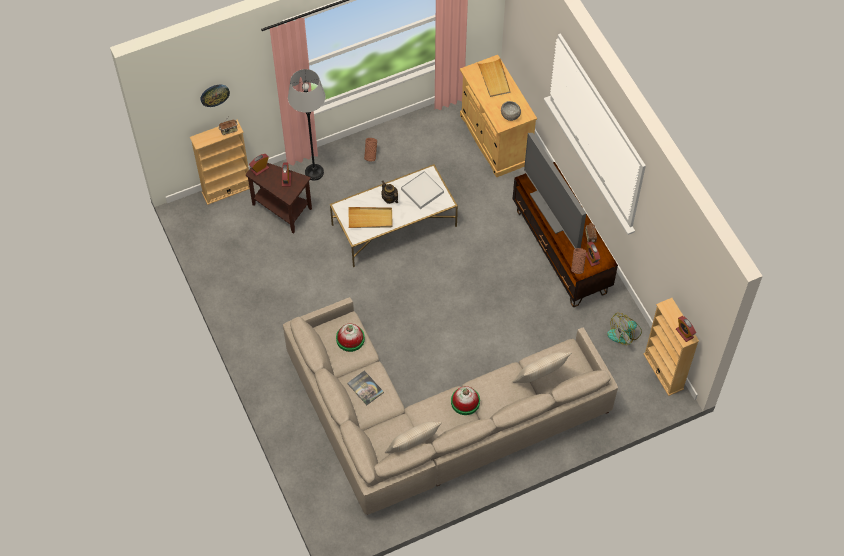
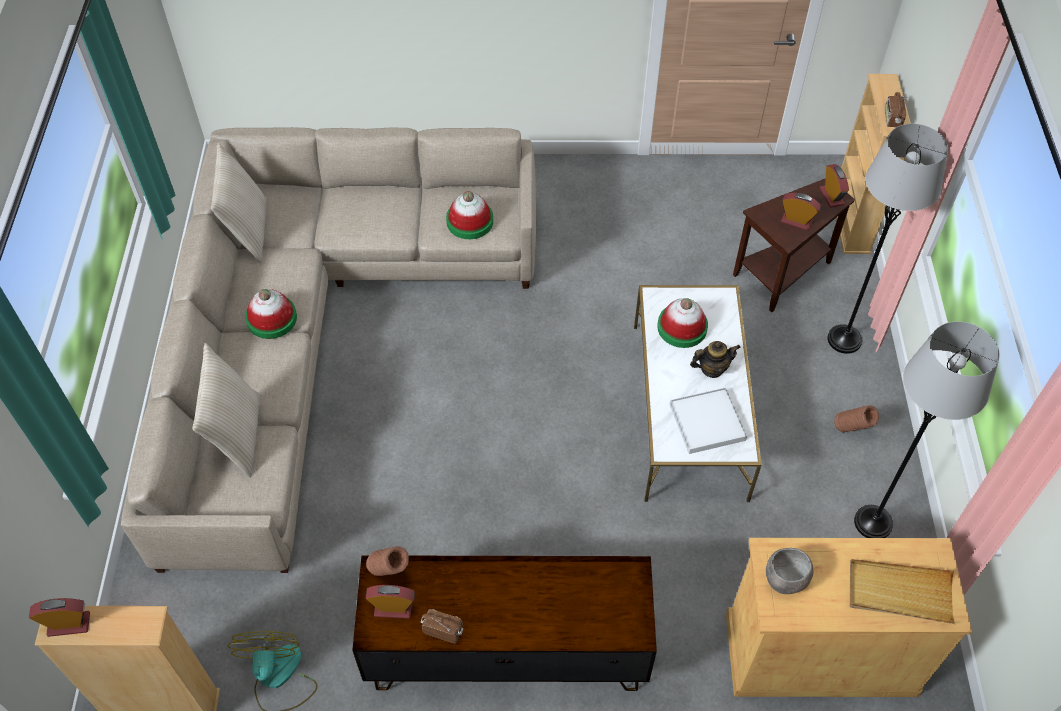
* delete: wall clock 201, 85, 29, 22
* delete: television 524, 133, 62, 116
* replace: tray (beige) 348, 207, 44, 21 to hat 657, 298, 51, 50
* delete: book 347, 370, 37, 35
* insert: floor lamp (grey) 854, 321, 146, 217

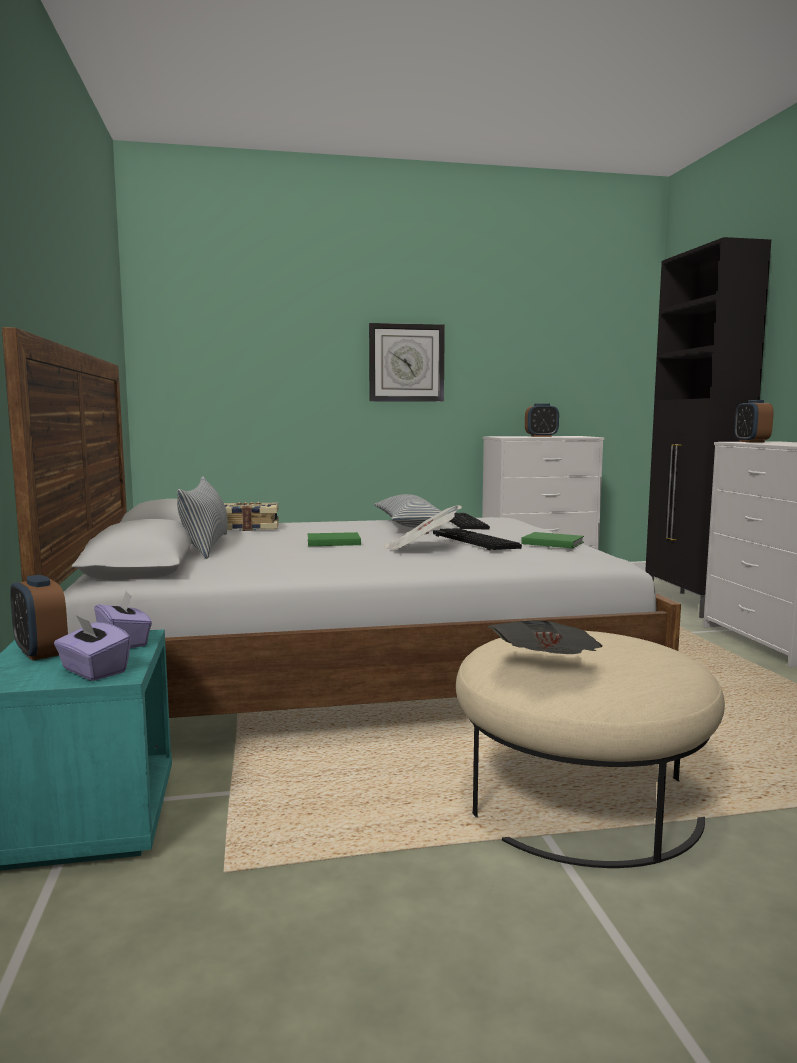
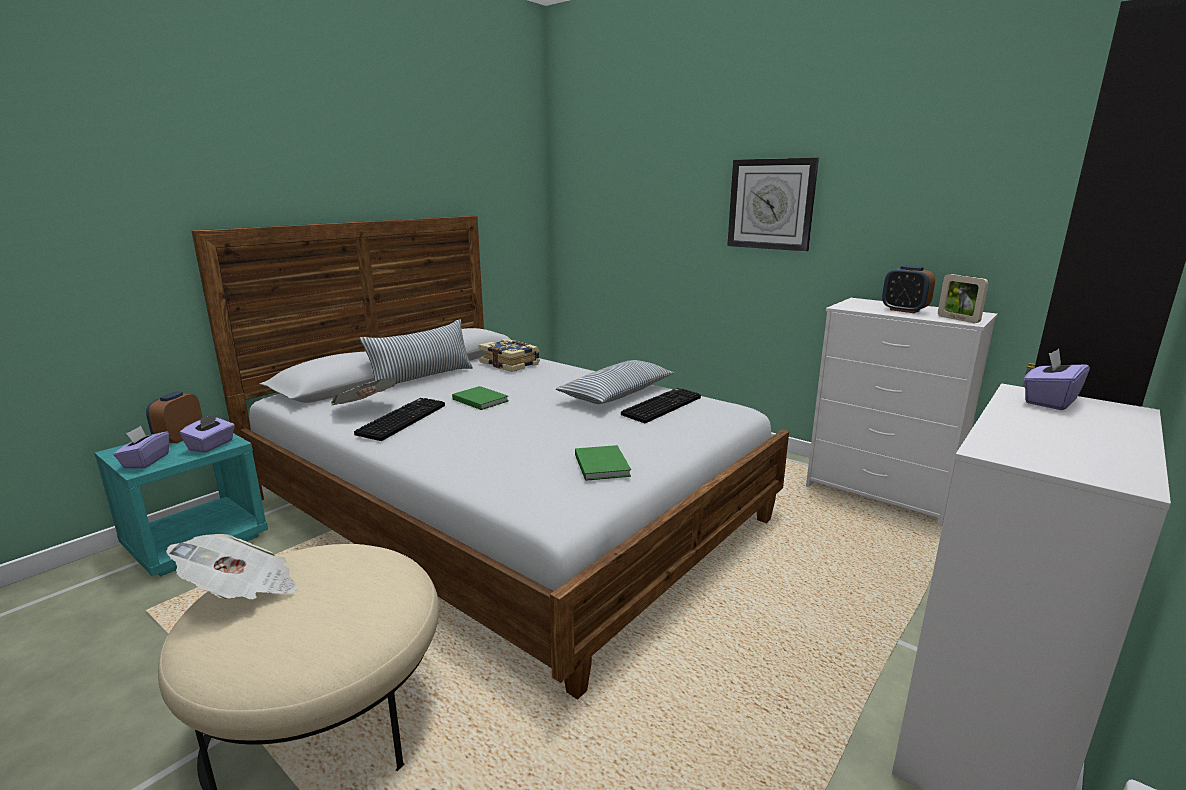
* replace: alarm clock 734, 400, 40, 42 to tissue box (purple) 1024, 349, 66, 61
* move: newspaper 384, 505, 78, 45 to 331, 378, 65, 27
* move: keyboard 433, 528, 89, 22 to 354, 398, 91, 43
* insert: picture frame 938, 274, 51, 49

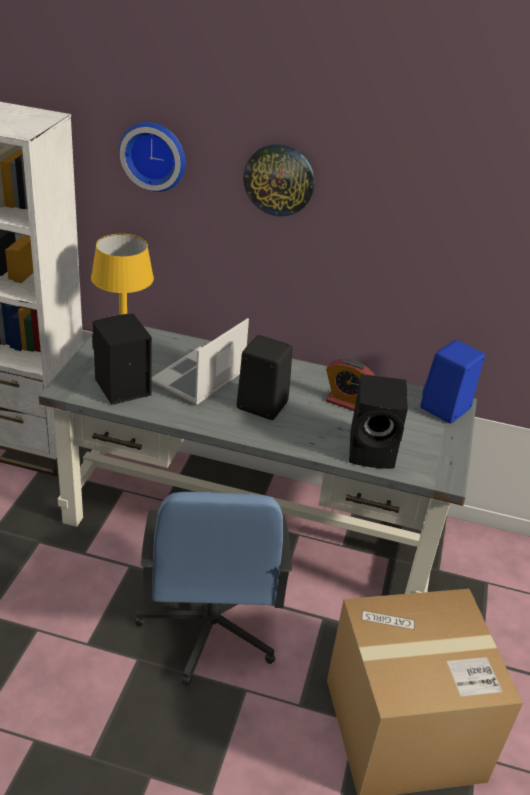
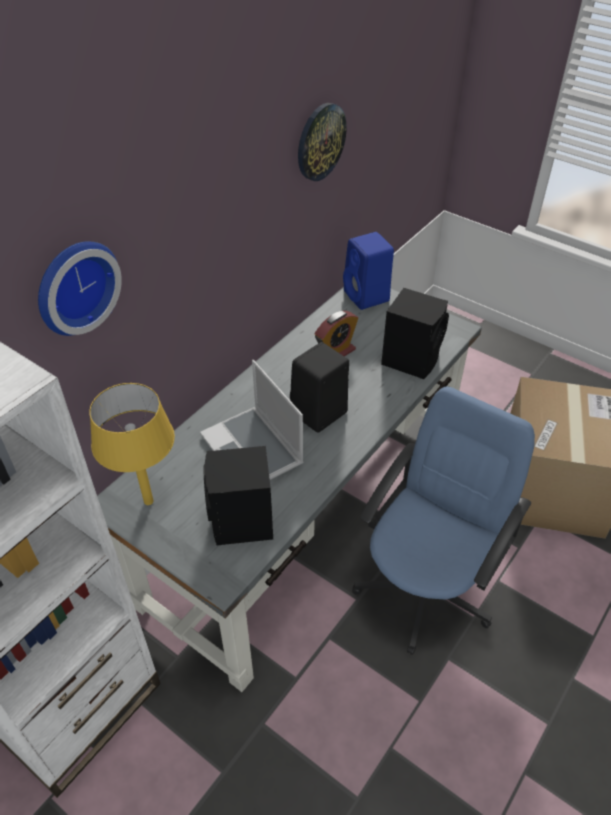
* move: wall clock 243, 144, 72, 72 to 298, 103, 49, 78
* rotate: office chair (blue) 135, 492, 157, 194 = 352, 386, 183, 269 75 degrees counterclockwise

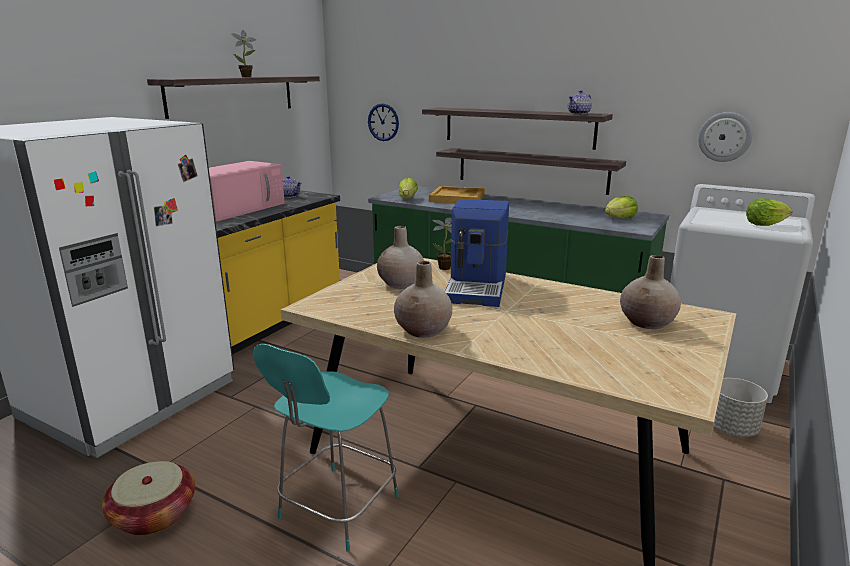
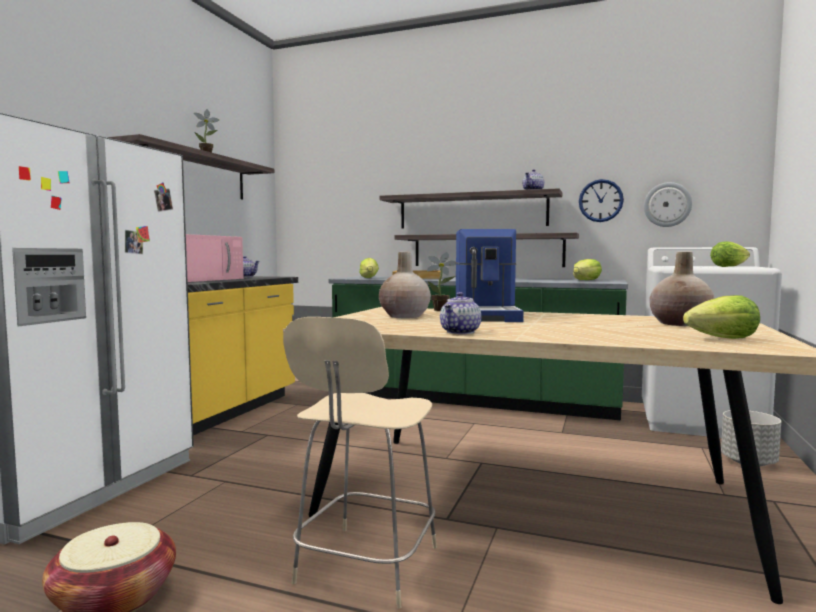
* move: wall clock 368, 104, 31, 37 to 579, 179, 45, 43
* replace: vase (beige) 394, 261, 59, 77 to teapot 440, 292, 41, 42
* recolor: chair (turquoise) 253, 344, 146, 208 to chair (beige) 283, 317, 154, 292
* insert: lettuce 683, 295, 77, 44

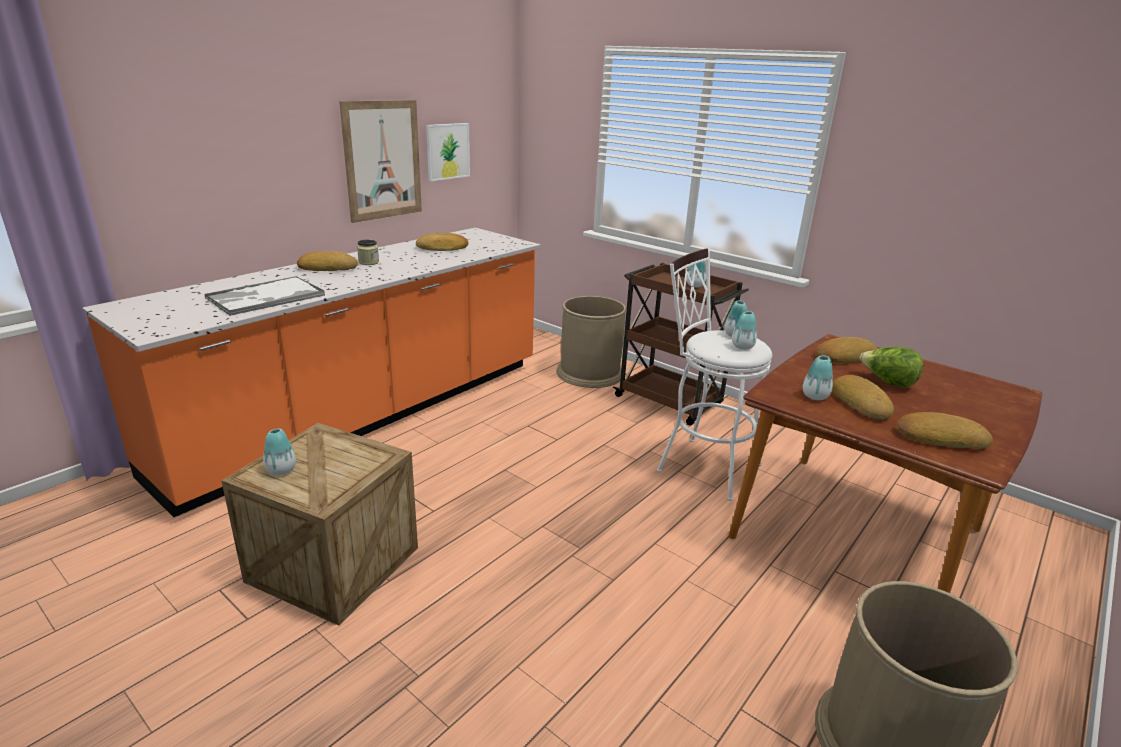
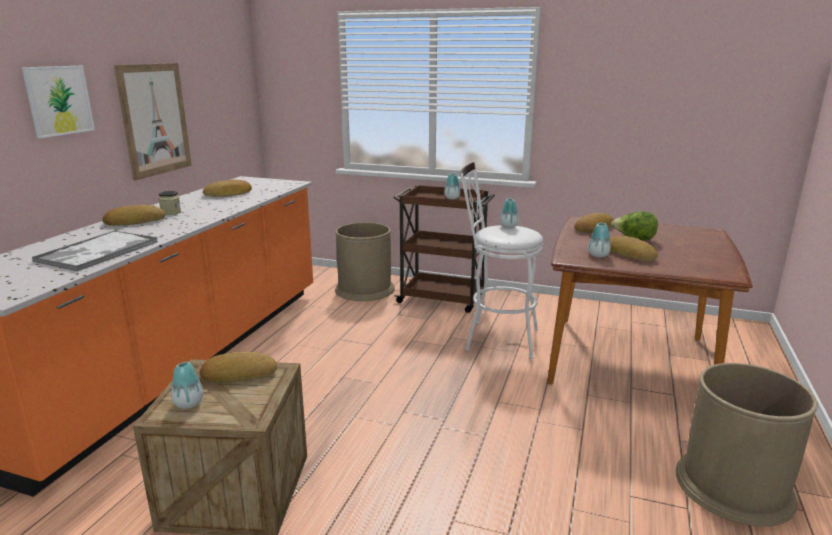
* move: picture 426, 123, 44, 58 to 22, 66, 73, 72
* delete: vase 732, 311, 25, 39
* move: bread 897, 412, 96, 37 to 199, 352, 78, 31

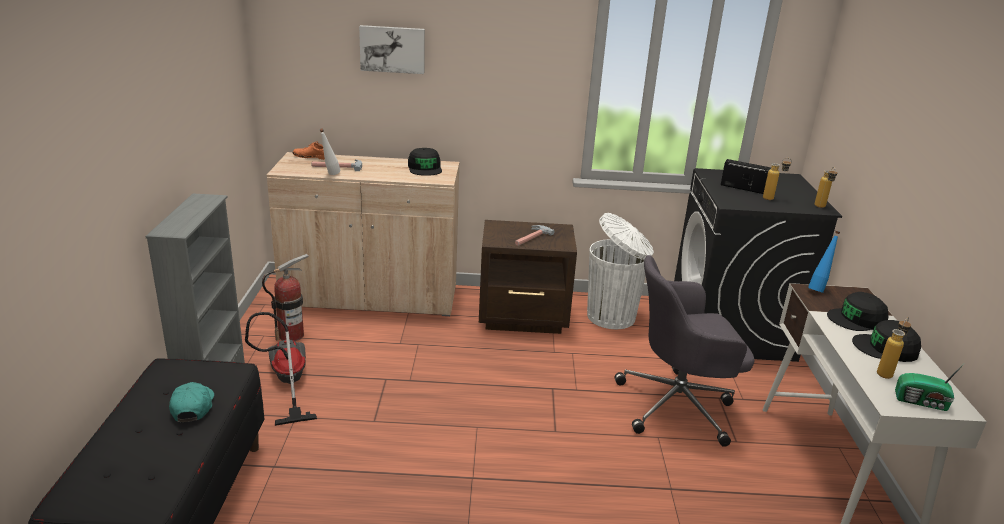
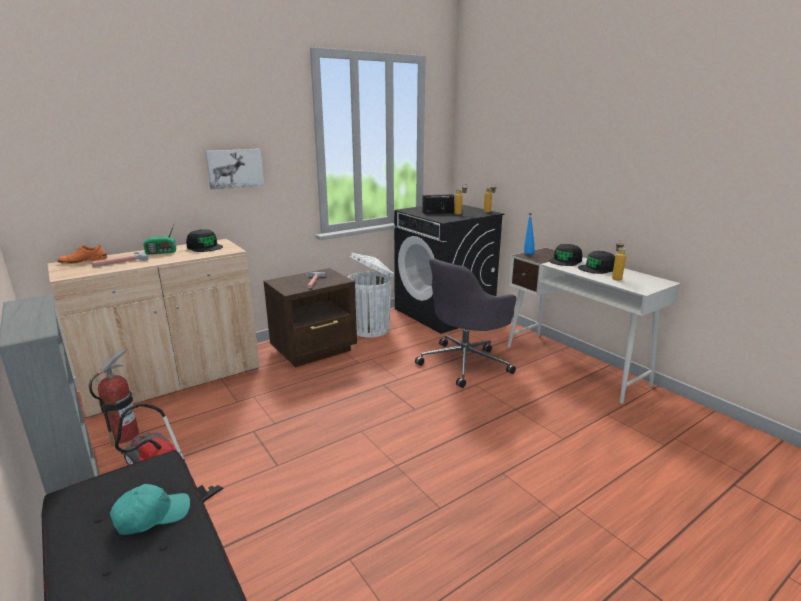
* move: picture 359, 25, 66, 49 to 205, 149, 59, 41
* delete: bottle (white) 320, 128, 20, 47
* move: radio 895, 363, 70, 48 to 143, 223, 33, 32
* rotate: cap (turquoise) 169, 382, 45, 40 = 110, 484, 80, 51 105 degrees clockwise

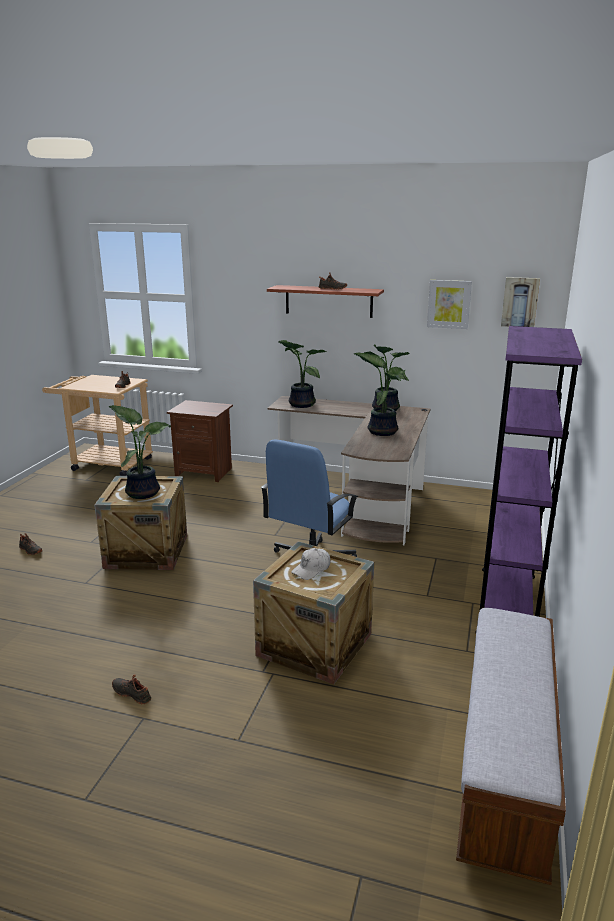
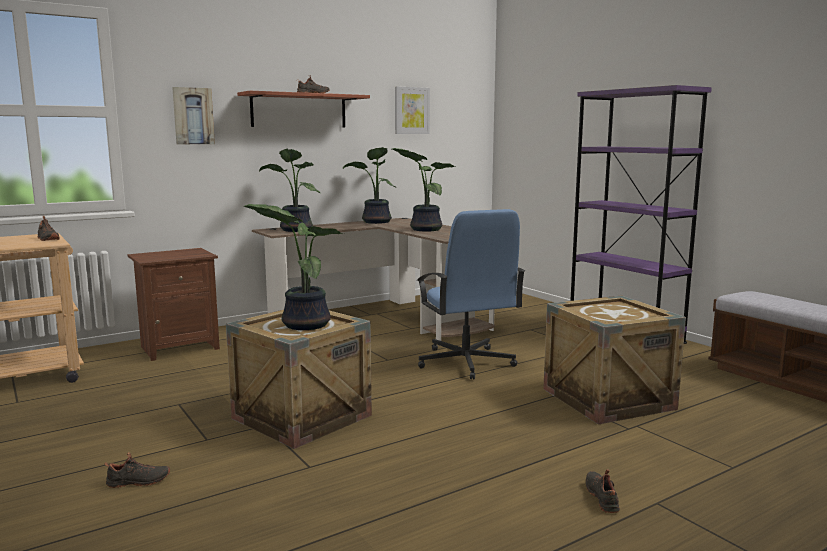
* move: picture 501, 277, 39, 50 to 172, 87, 43, 57
* delete: cap (white) 291, 548, 40, 32
* rotate: shoe (black) 112, 674, 39, 30 = 586, 469, 34, 44 105 degrees clockwise

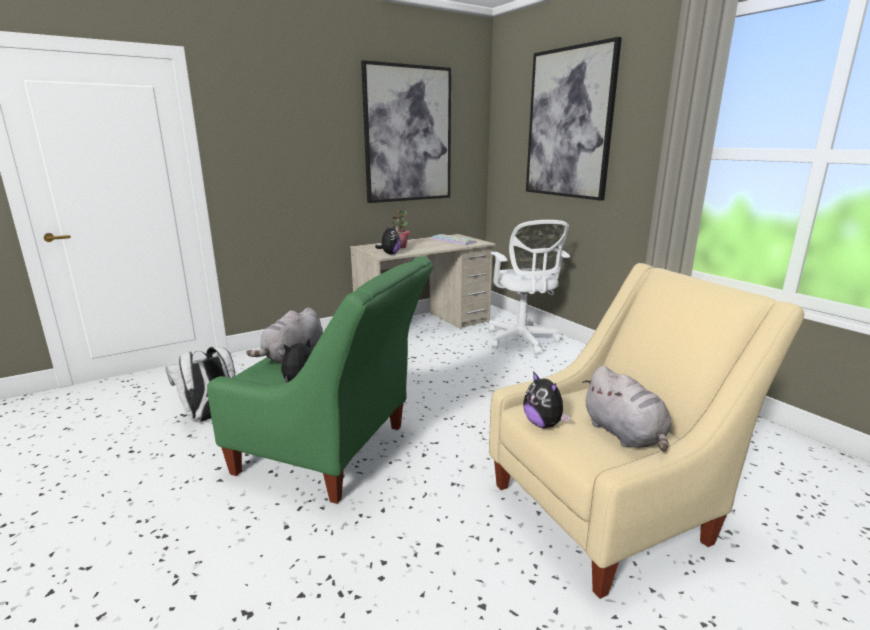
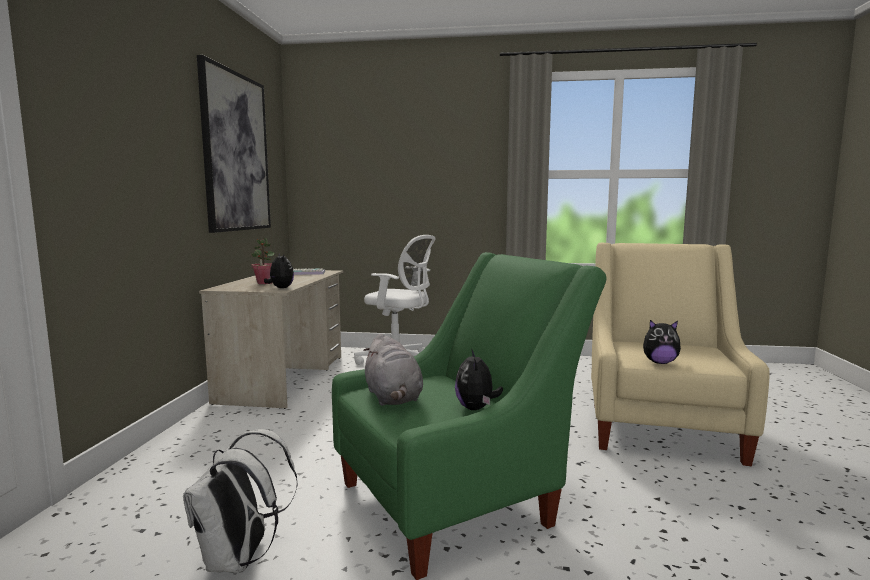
* delete: picture 526, 37, 96, 164
* delete: plush toy (grey) 582, 366, 89, 86

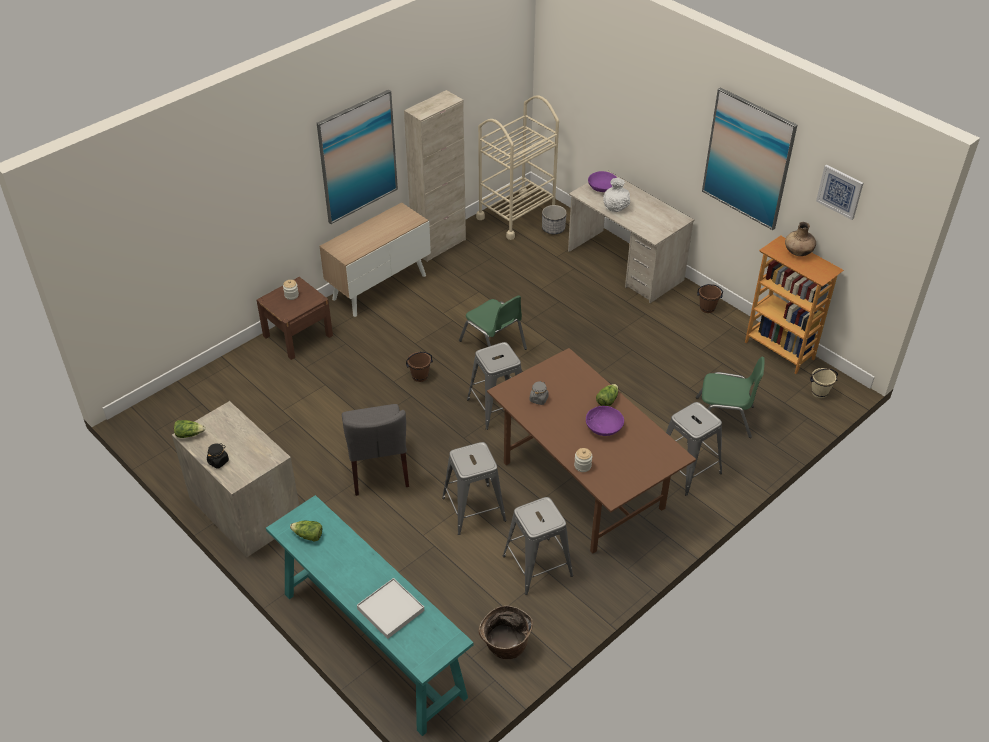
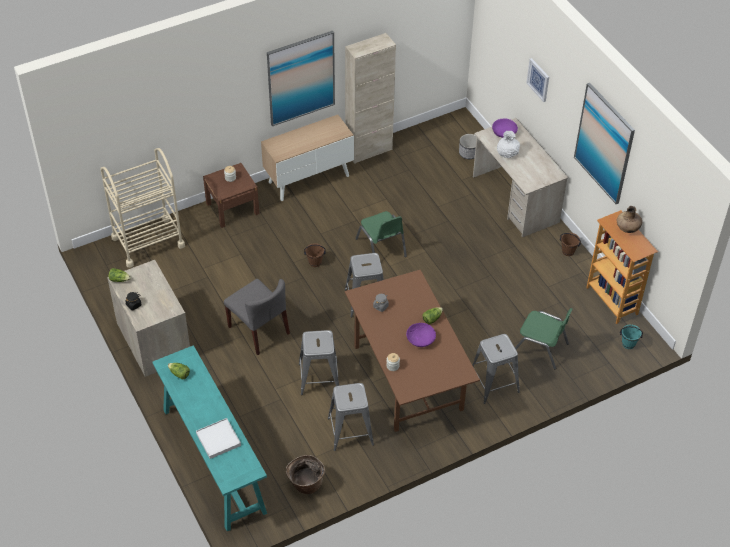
* move: cart (beige) 476, 95, 83, 145 to 100, 148, 85, 120
* move: picture 816, 164, 47, 56 to 526, 58, 23, 44
* recolor: bucket (beige) 810, 368, 28, 30 to bucket (turquoise) 620, 325, 23, 24
* rotate: chair (grey) 342, 404, 67, 92 = 224, 279, 66, 76 45 degrees counterclockwise

